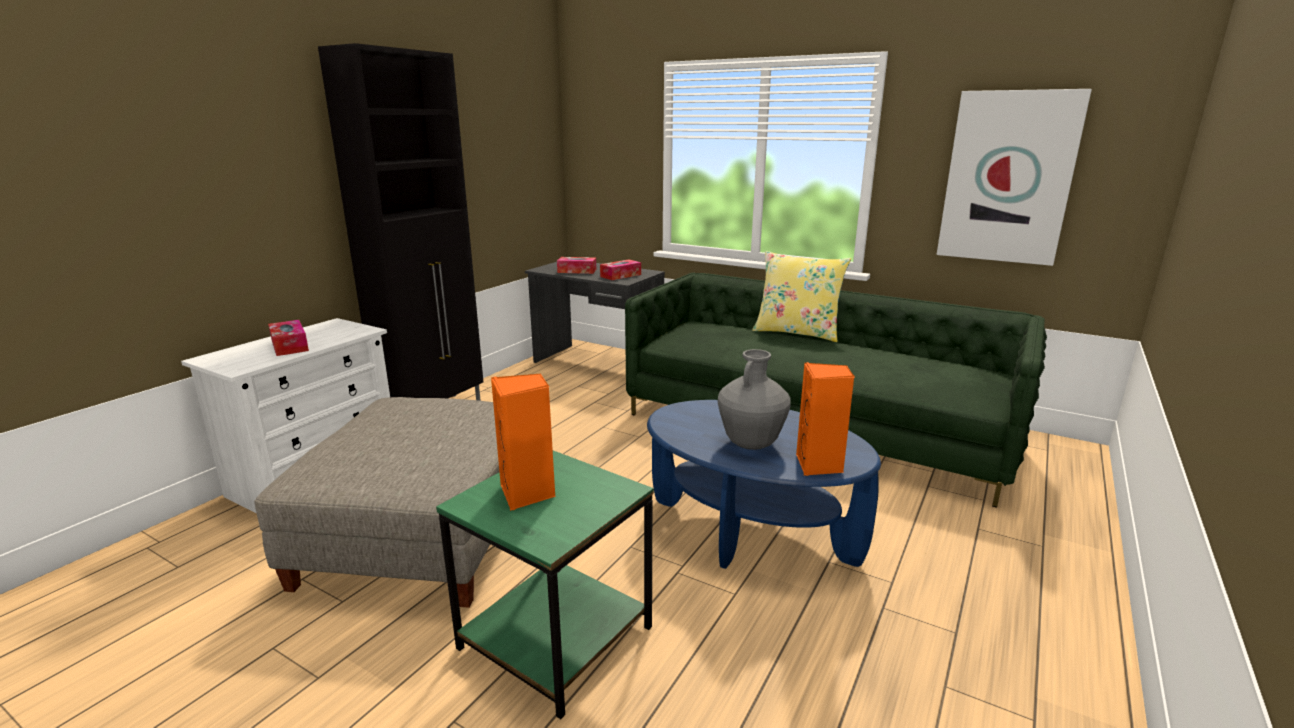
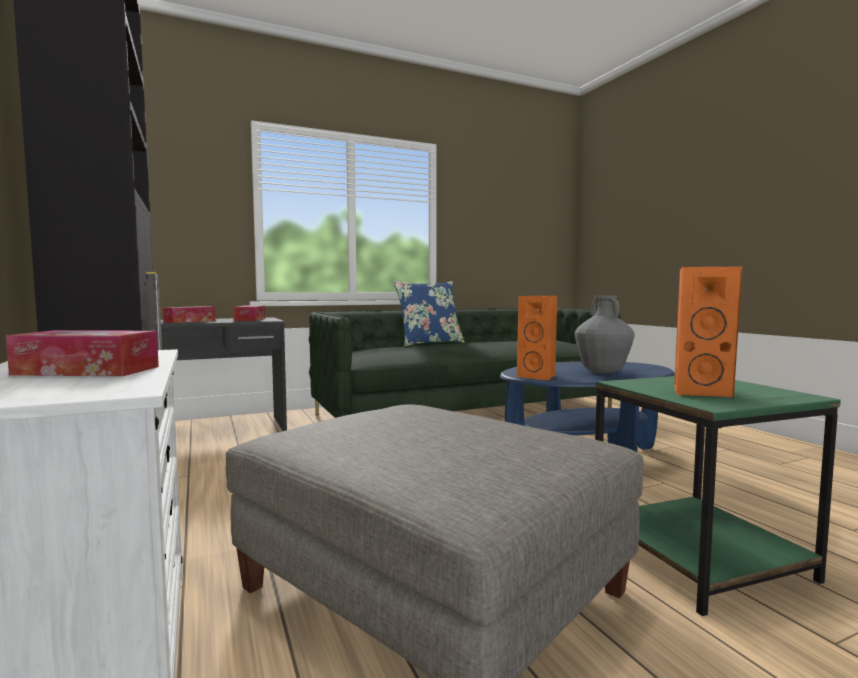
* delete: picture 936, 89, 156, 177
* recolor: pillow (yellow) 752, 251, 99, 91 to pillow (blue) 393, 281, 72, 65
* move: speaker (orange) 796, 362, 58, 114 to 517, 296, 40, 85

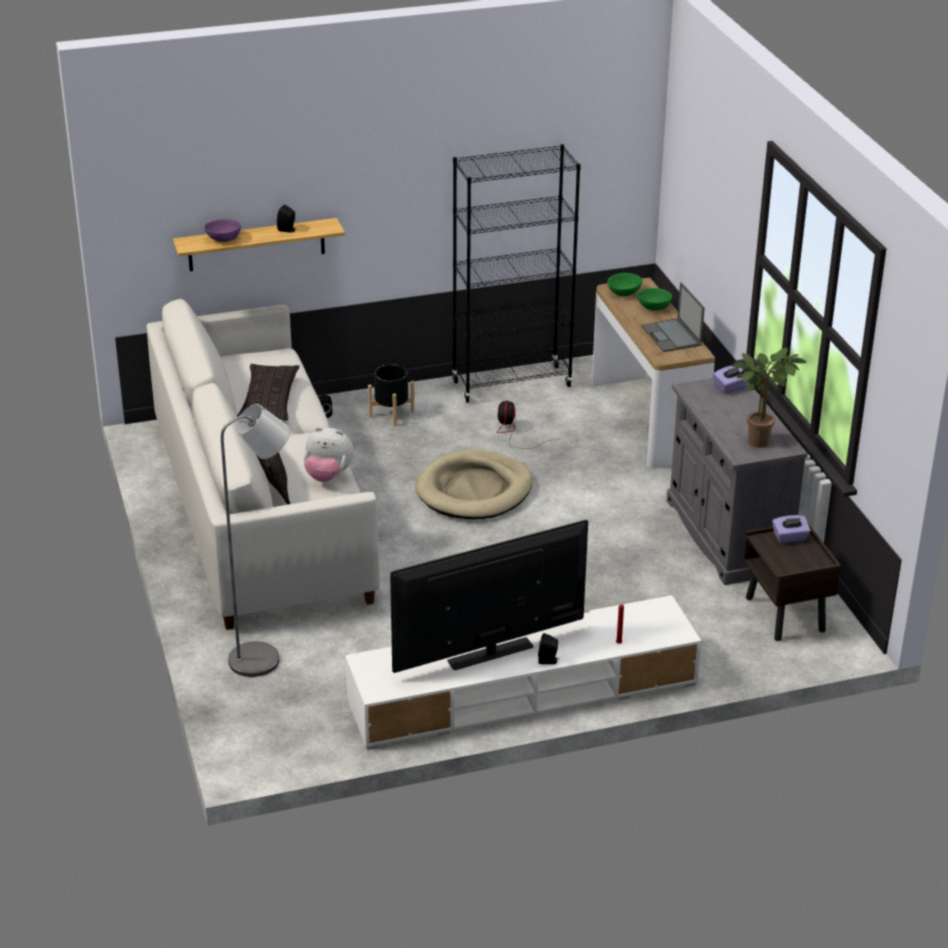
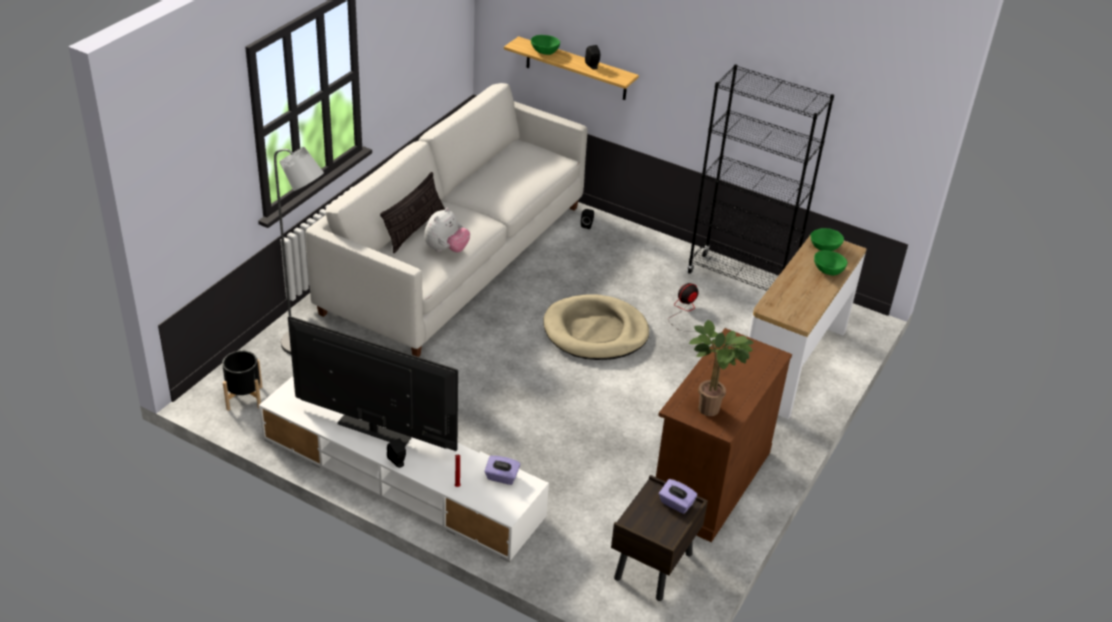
* recolor: bowl (purple) 204, 219, 37, 23 to bowl (green) 531, 35, 29, 20
* delete: laptop 641, 282, 64, 70
* delete: pillow 237, 364, 63, 56
* move: planter (black) 368, 364, 47, 62 to 222, 350, 40, 61
* move: tissue box (purple) 713, 365, 35, 29 to 484, 455, 37, 30
* recolor: cabinet (grey) 667, 378, 141, 207 to cabinet (brown) 656, 328, 136, 214
* rotate: plush toy 304, 427, 50, 55 = 424, 208, 46, 44 120 degrees counterclockwise

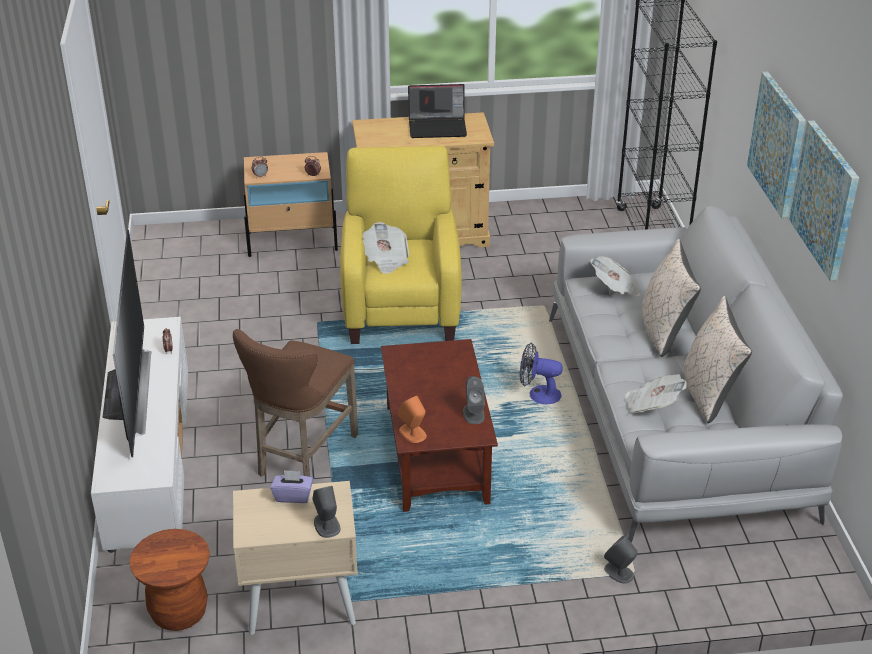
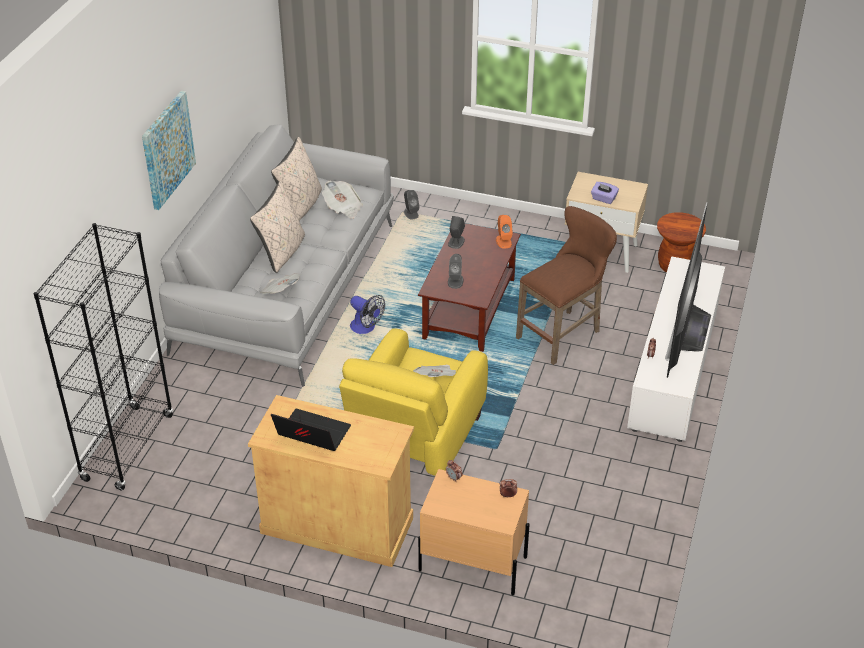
* delete: picture 789, 121, 70, 160
* move: speaker (grey) 312, 486, 28, 52 to 448, 254, 15, 35

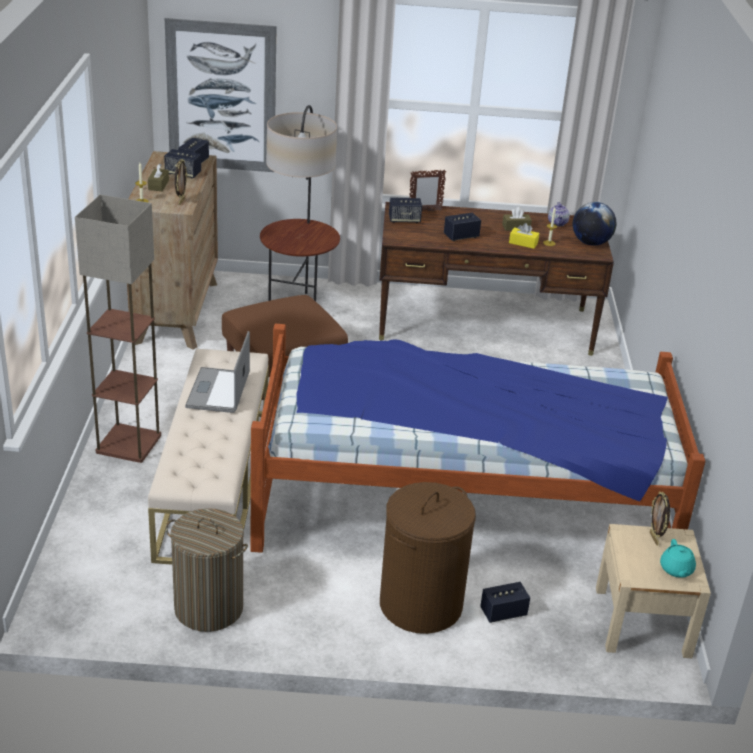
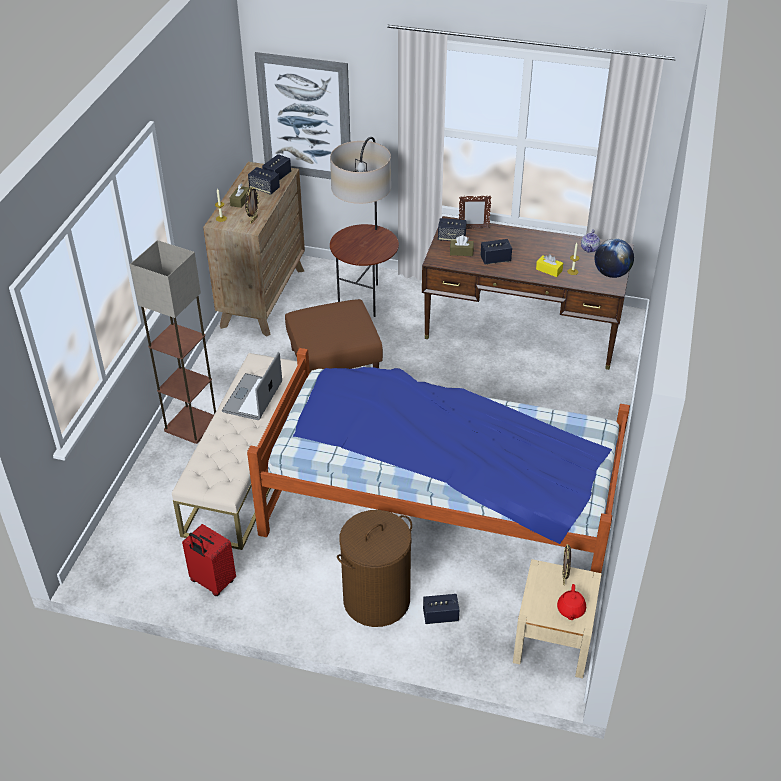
* move: tissue box (brown) 502, 207, 30, 24 to 450, 235, 24, 21
* replace: laundry basket 166, 508, 82, 124 to suitcase (red) 182, 524, 54, 72
* recolor: teapot (turquoise) 660, 539, 36, 39 to teapot (red) 557, 584, 29, 36

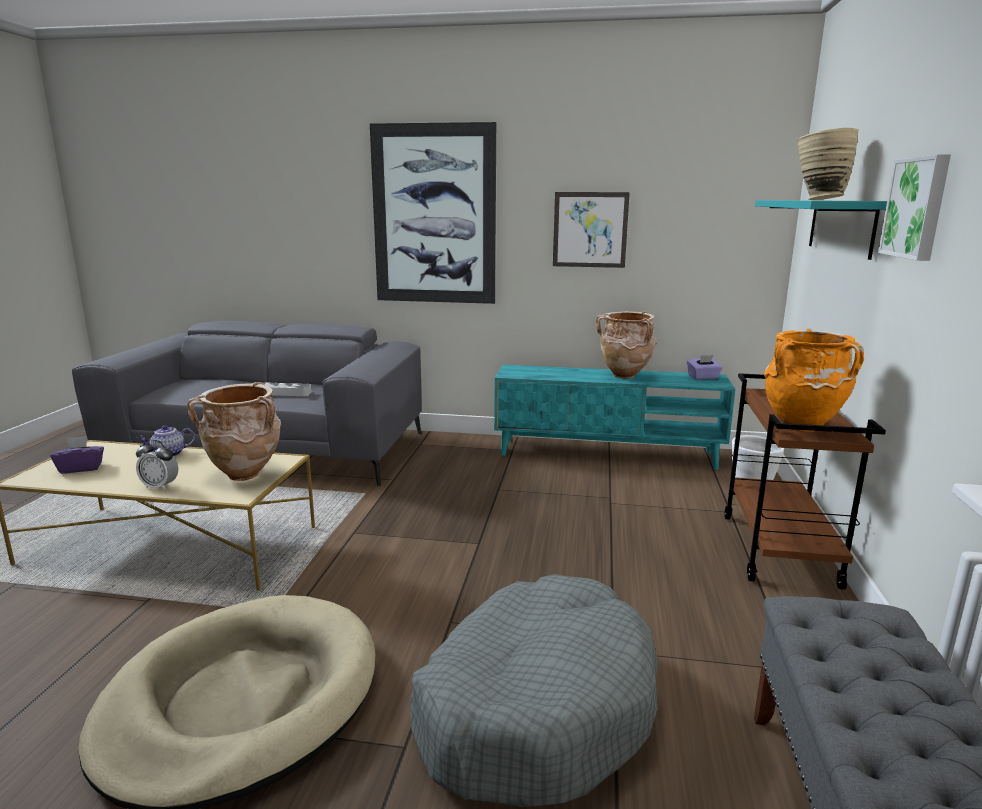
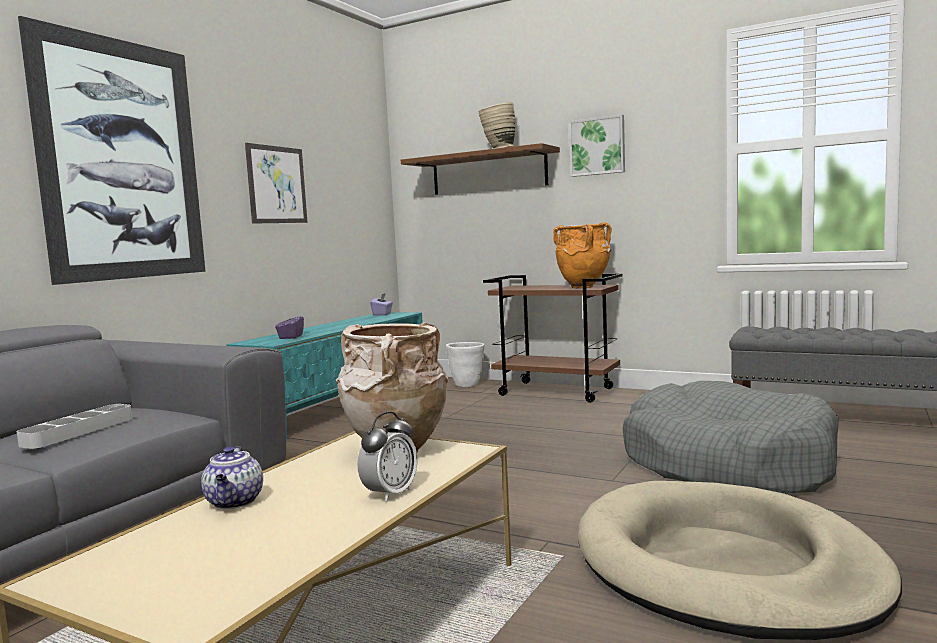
* recolor: shelf (turquoise) 755, 200, 132, 60 to shelf (brown) 401, 143, 159, 52
* delete: vase (beige) 596, 311, 61, 68
* move: tissue box (purple) 50, 436, 54, 38 to 275, 311, 29, 28

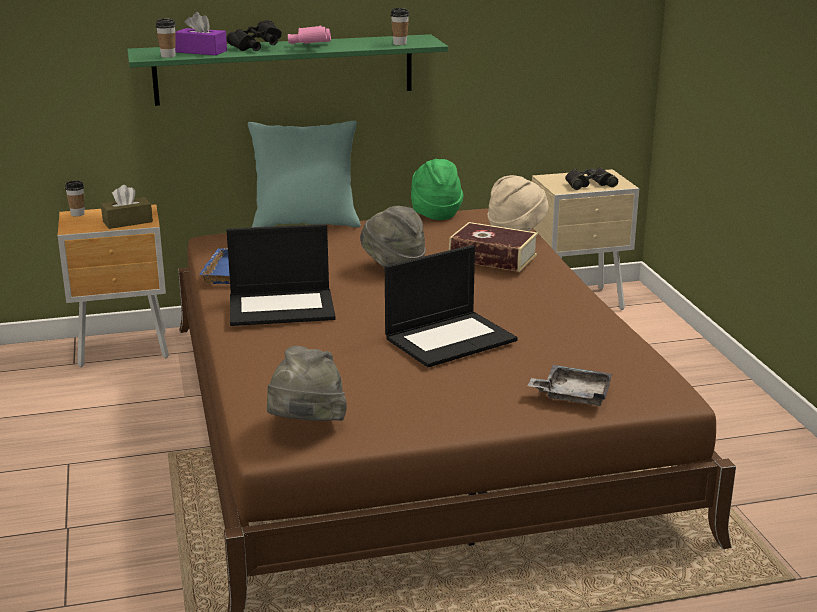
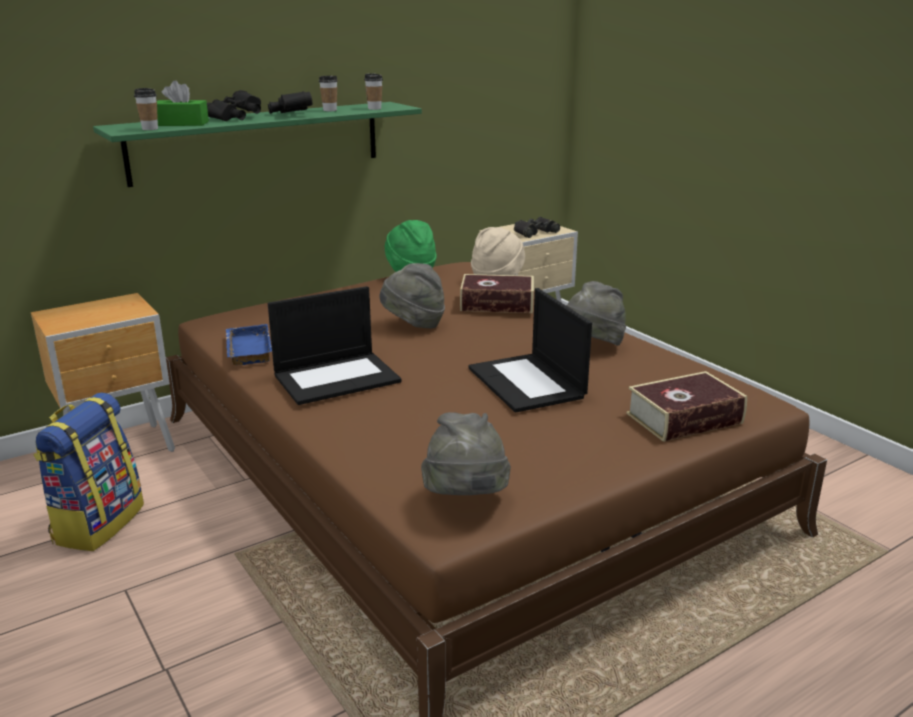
* recolor: tissue box (purple) 175, 12, 52, 43 to tissue box (green) 156, 80, 53, 46
* recolor: binoculars (pink) 288, 26, 43, 18 to binoculars (black) 268, 91, 44, 23
* delete: pillow (turquoise) 248, 121, 113, 107
* move: cup 65, 181, 20, 35 to 319, 76, 19, 35
* delete: tissue box (brown) 101, 185, 52, 44
* rotate: laptop 385, 245, 133, 122 = 469, 288, 123, 124 120 degrees clockwise
* replace: tray (grey) 528, 365, 84, 41 to book 626, 371, 121, 71
* insert: hat (grey) 566, 281, 60, 65
* insert: backpack 33, 393, 111, 158

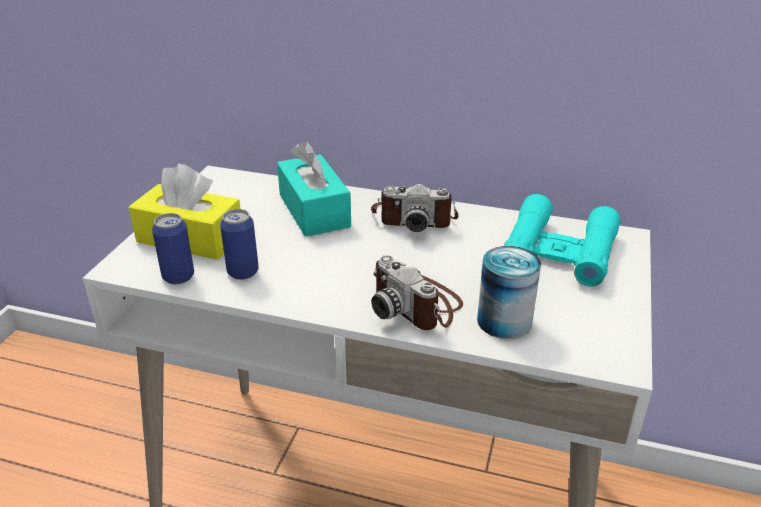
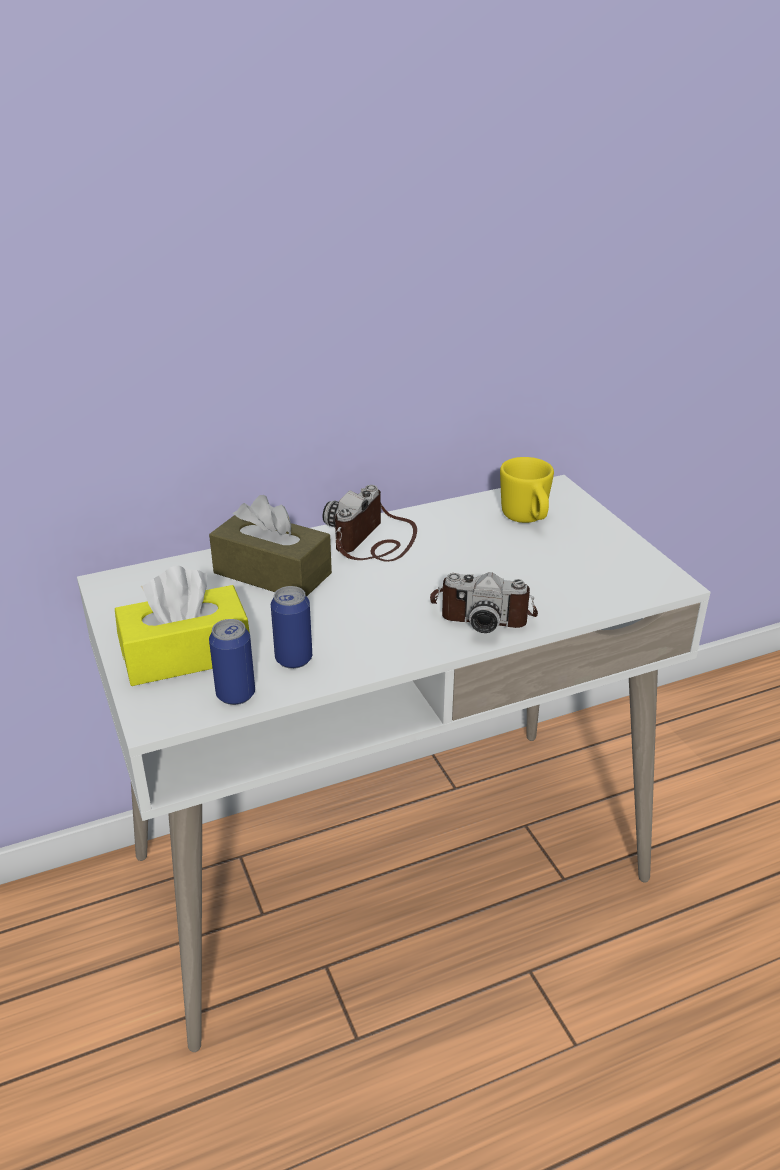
* recolor: tissue box (turquoise) 277, 141, 74, 96 to tissue box (brown) 209, 495, 123, 101
* rotate: photo camera 371, 184, 88, 48 = 322, 485, 95, 77 150 degrees clockwise
* replace: binoculars (turquoise) 504, 194, 117, 93 to mug (yellow) 500, 457, 54, 66
* delete: can 477, 246, 64, 93

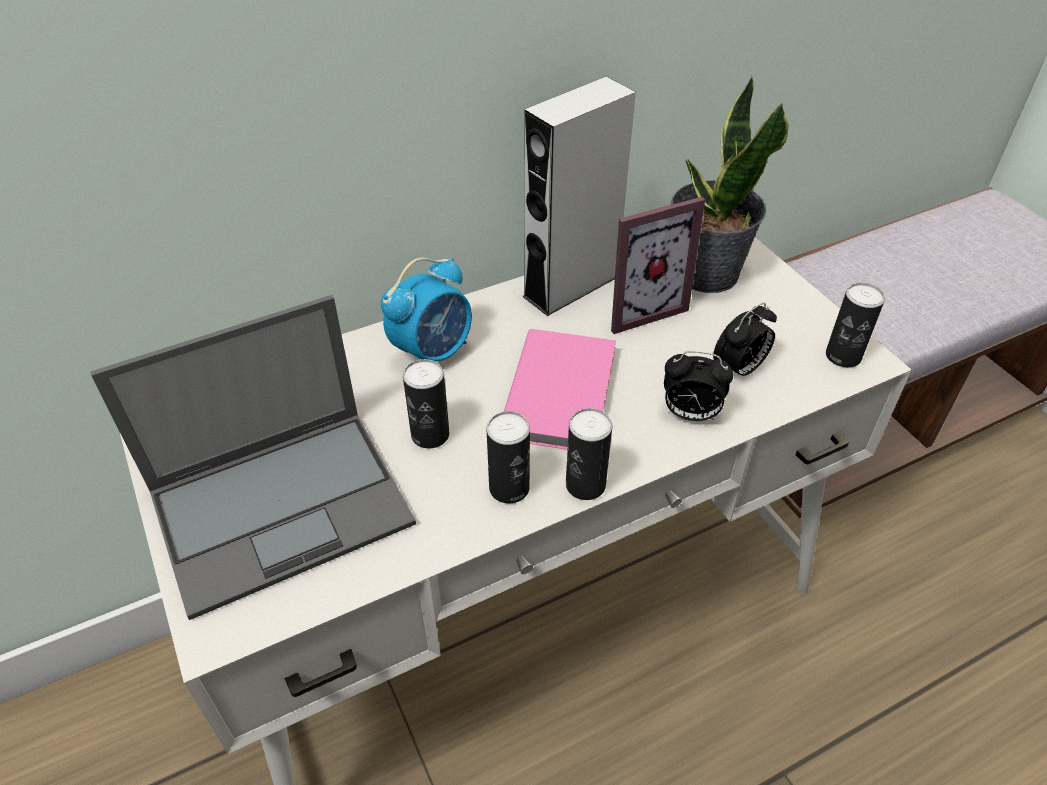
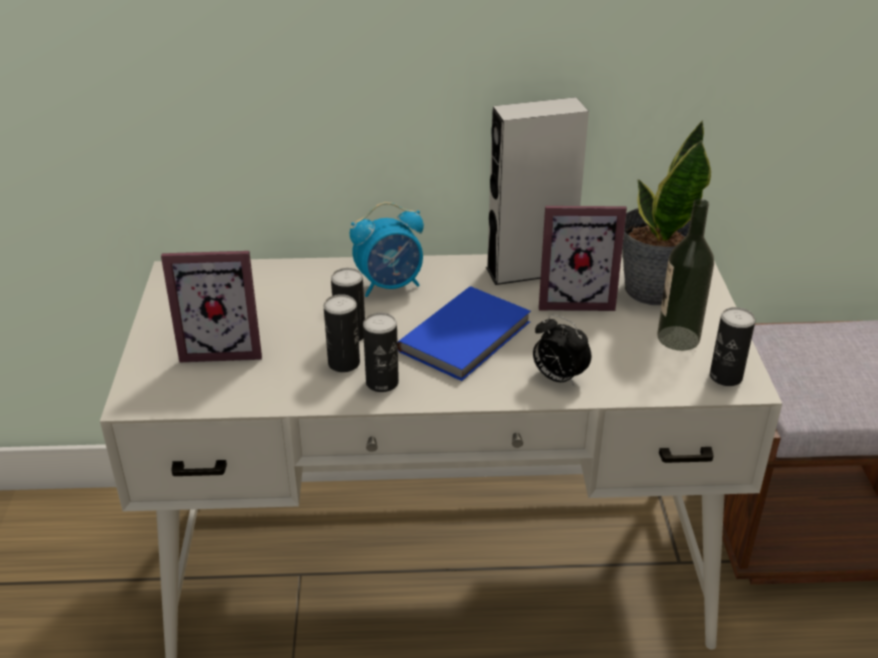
* replace: laptop 90, 295, 326, 325 to picture frame 161, 251, 101, 111
* delete: alarm clock 713, 303, 64, 73
* recolor: book (pink) 504, 329, 112, 121 to book (blue) 398, 286, 133, 95
* move: can 566, 408, 46, 92 to 324, 294, 36, 78
* insert: bottle 657, 199, 57, 152

